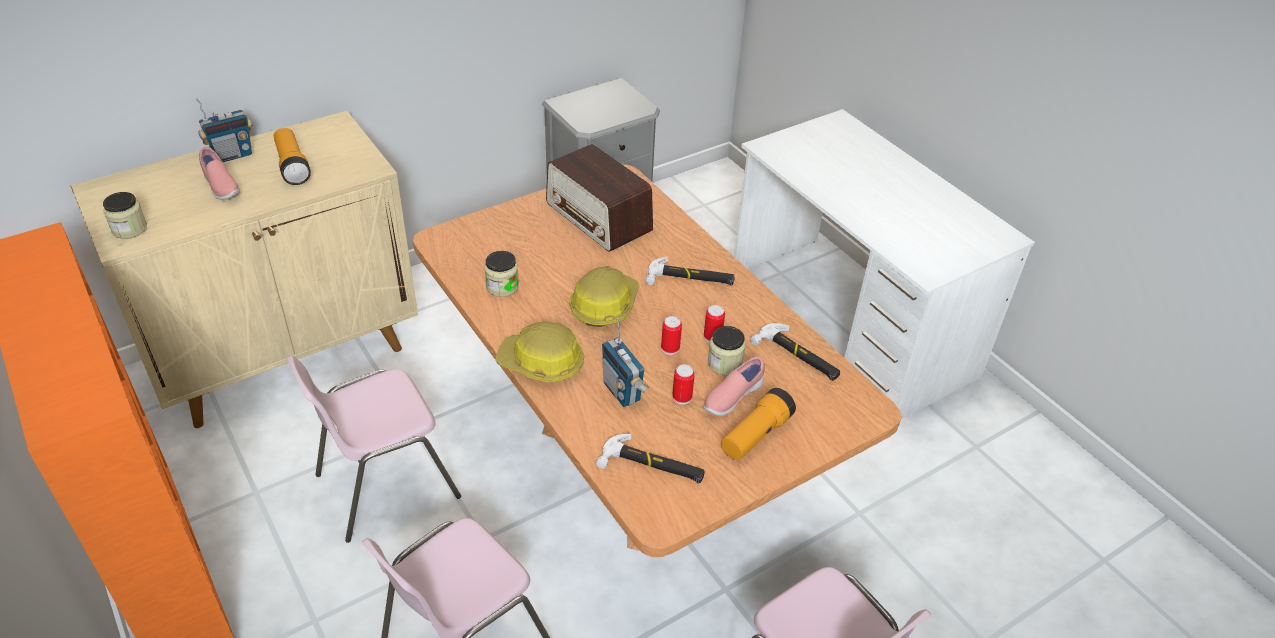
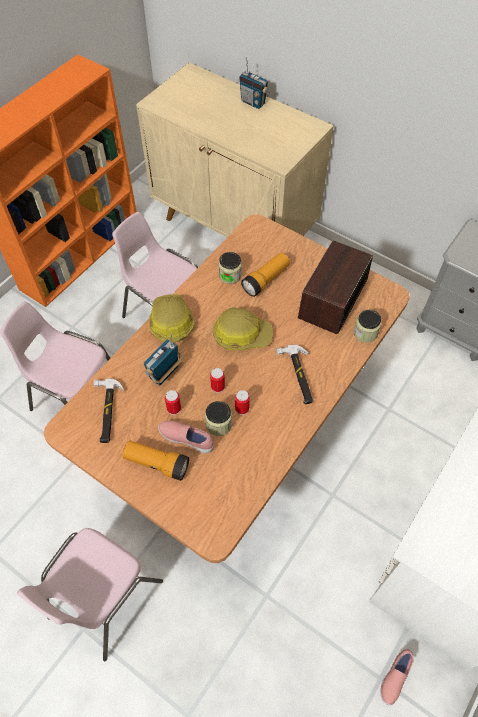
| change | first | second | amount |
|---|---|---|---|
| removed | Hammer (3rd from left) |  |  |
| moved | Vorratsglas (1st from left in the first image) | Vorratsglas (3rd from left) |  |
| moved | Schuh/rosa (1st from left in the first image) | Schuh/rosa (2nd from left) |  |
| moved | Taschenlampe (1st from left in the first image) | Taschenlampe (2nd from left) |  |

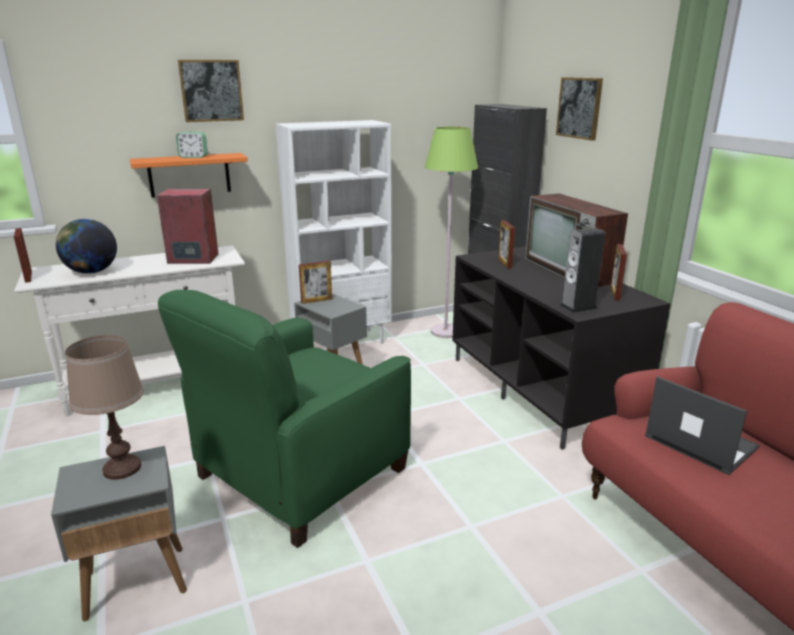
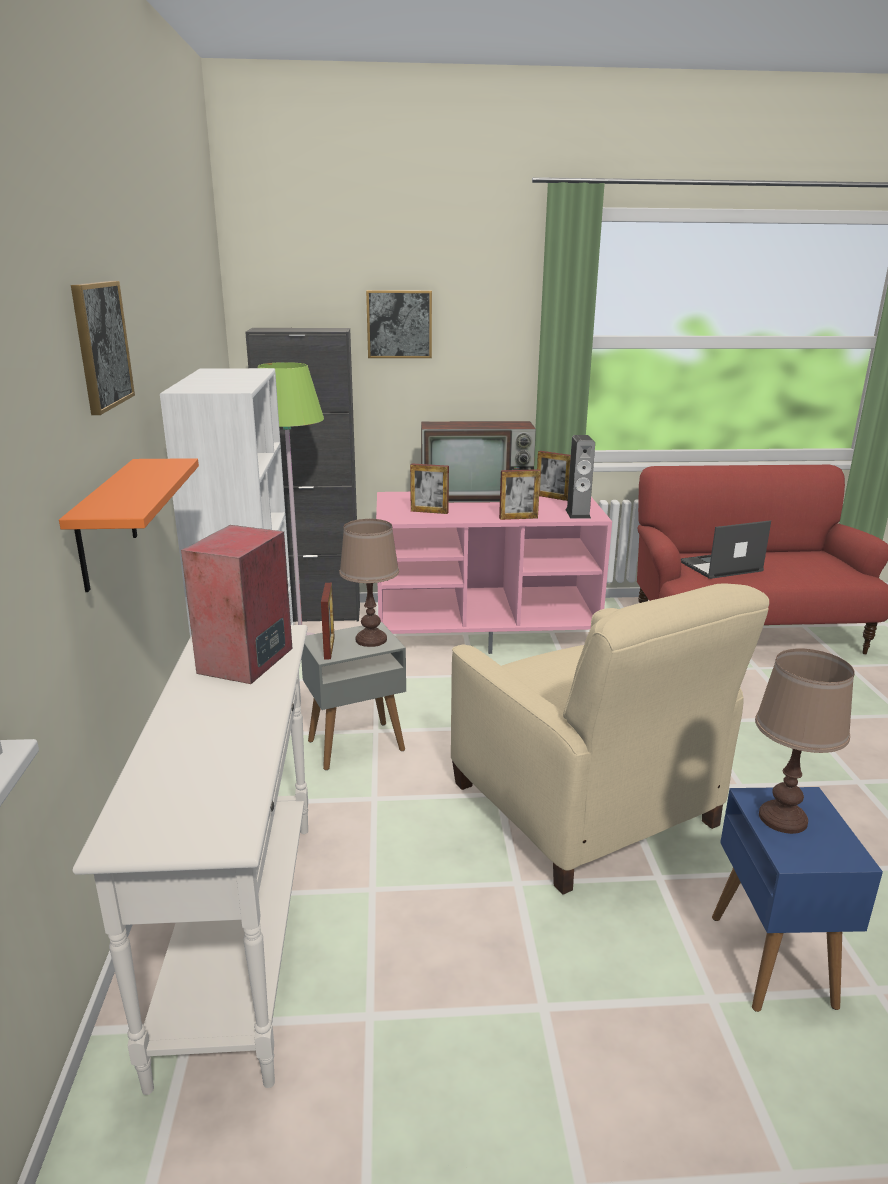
| change | first | second | amount |
|---|---|---|---|
| removed | Globus |  |  |
| removed | Wecker |  |  |
| added |  | Tischlampe/braun (1st from left) |  |
| moved | Bilderrahmen (1st from left in the first image) | Bilderrahmen (3rd from left) |  |
| recoloured | Beistelltisch/grau (1st from left) | Beistelltisch/blau |  |
| recoloured | Sessel/grün | Sessel/beige |  |
| recoloured | Fernsehschrank/schwarz | Fernsehschrank/rosa |  |

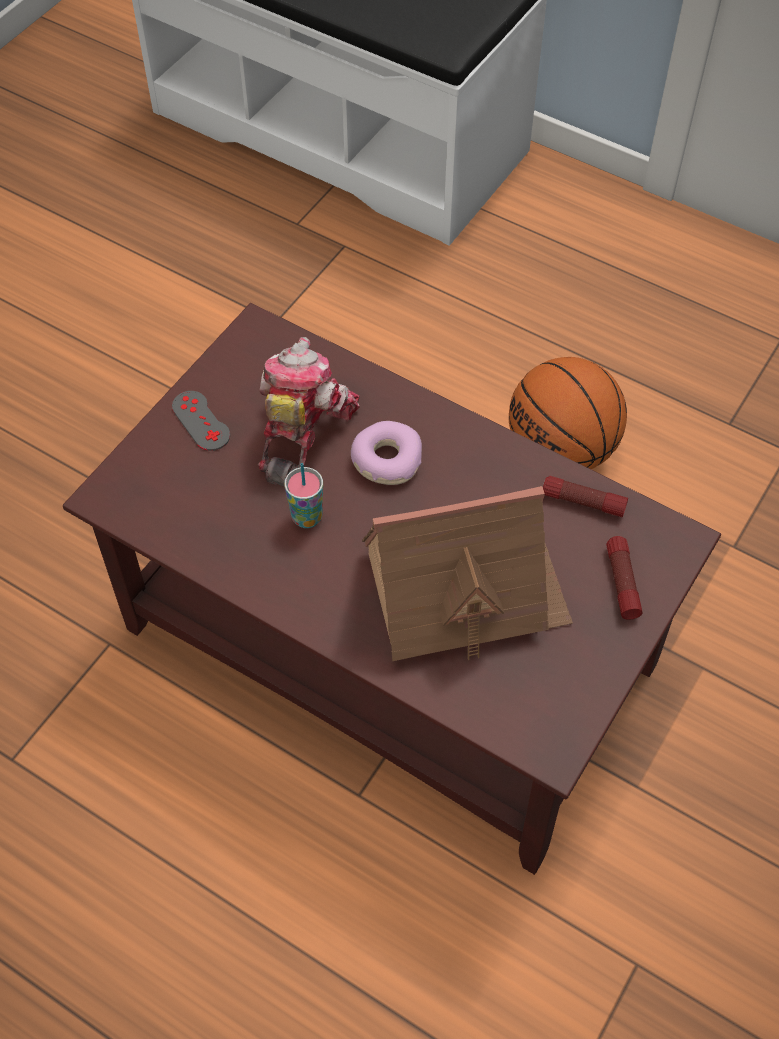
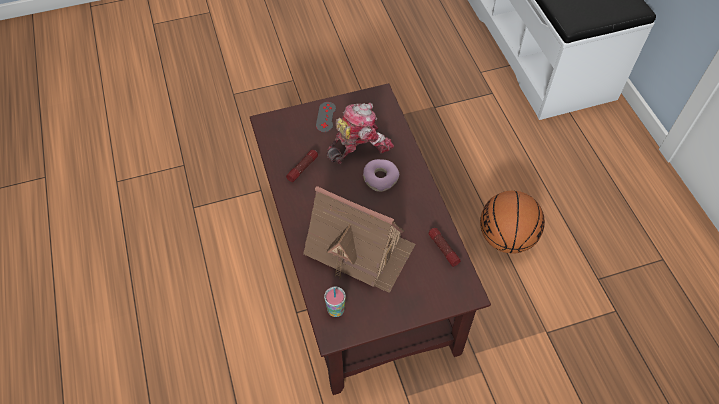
| change | first | second | amount |
|---|---|---|---|
| moved | Tasse |  |  |
| moved | Taschenlampe (2nd from left in the first image) | Taschenlampe (1st from left) |  |

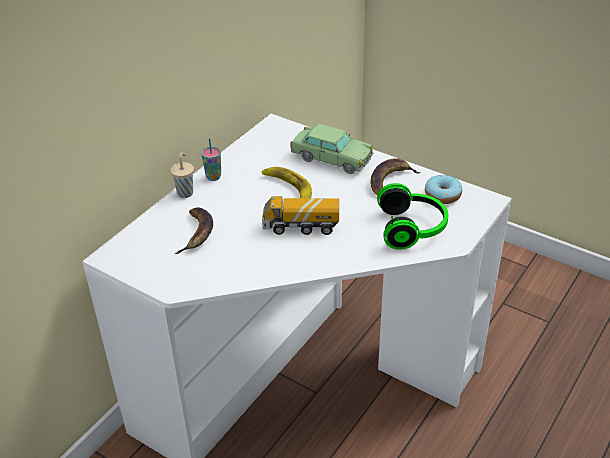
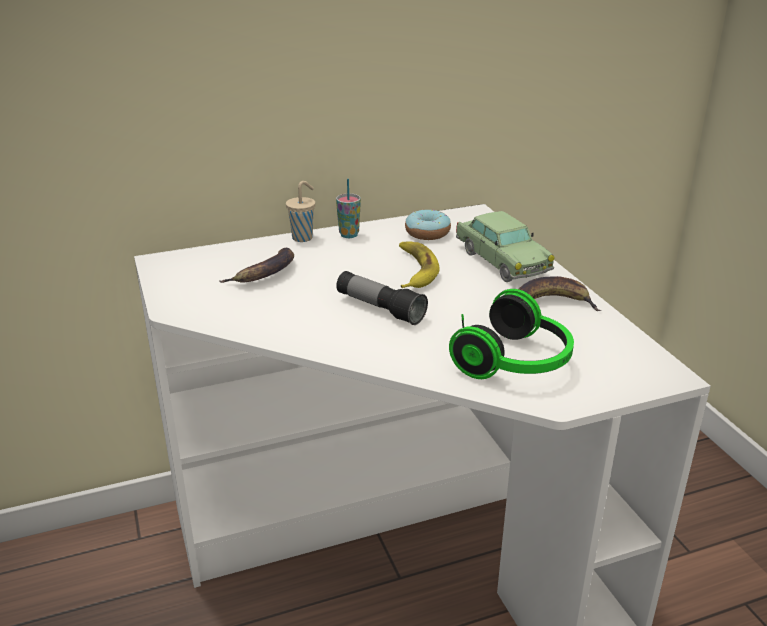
| change | first | second | amount |
|---|---|---|---|
| moved | Donut |  |  |
| replaced | Spielzeuglaster | Taschenlampe |  |

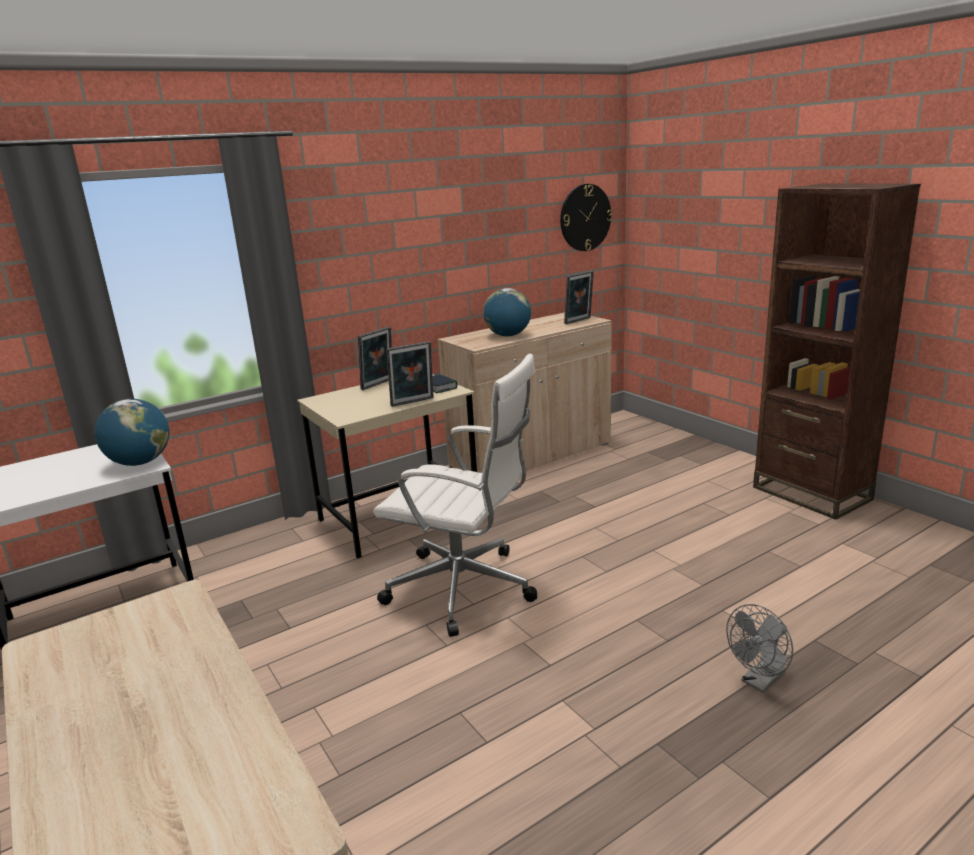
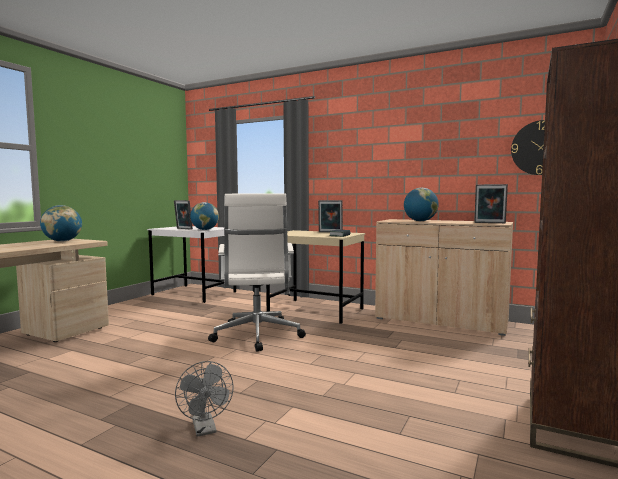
| change | first | second | amount |
|---|---|---|---|
| added |  | Globus (1st from left) |  |
| moved | Bilderrahmen (2nd from left in the first image) | Bilderrahmen (1st from left) |  |
| turned | Ventilator/grau |  | 135 degrees counterclockwise |

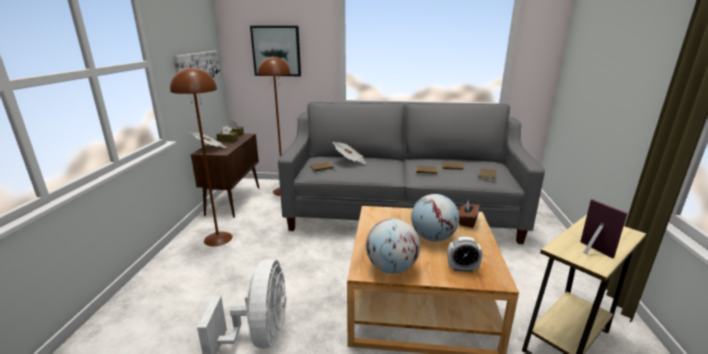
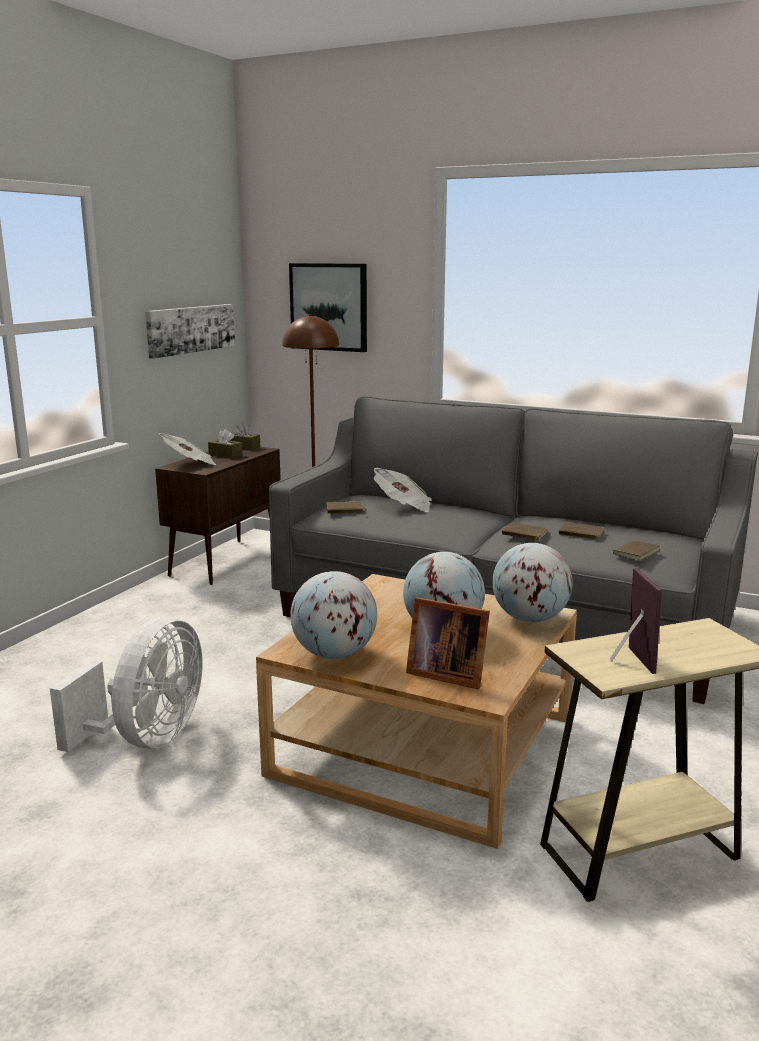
| change | first | second | amount |
|---|---|---|---|
| removed | Stehlampe/braun (1st from left) |  |  |
| replaced | Wecker | Bilderrahmen (1st from left) |  |
| replaced | Taschentuchbox/braun (3rd from left) | Globus (3rd from left) |  |

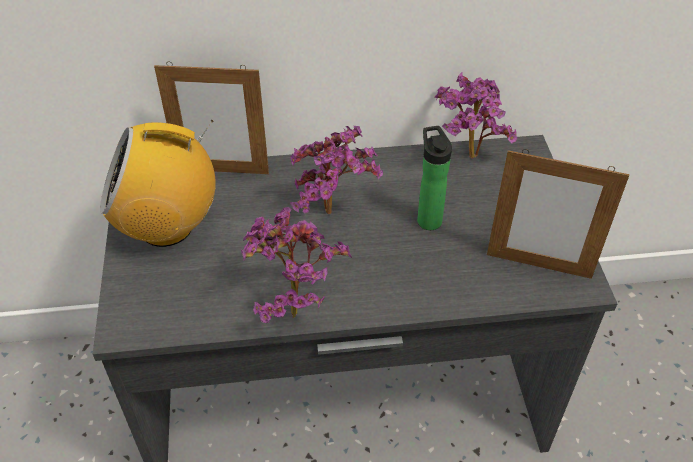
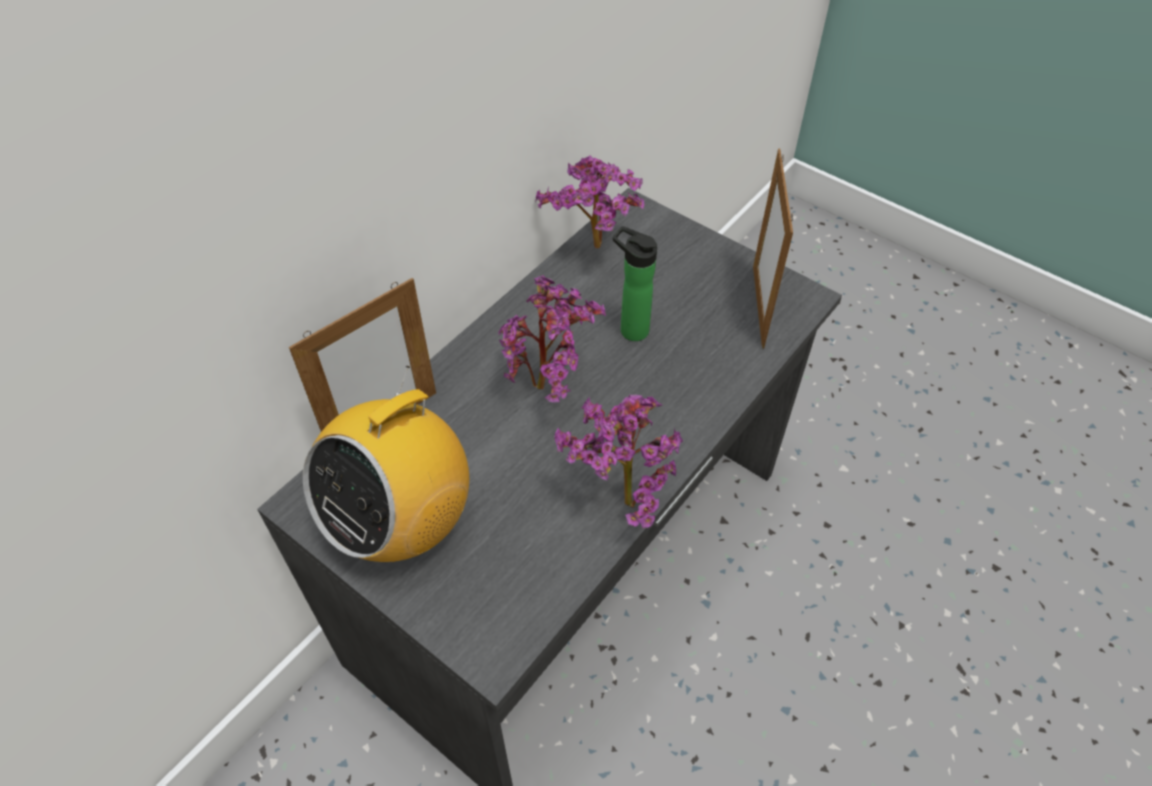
| change | first | second | amount |
|---|---|---|---|
| turned | Bilderrahmen (2nd from left) |  | 120 degrees clockwise |

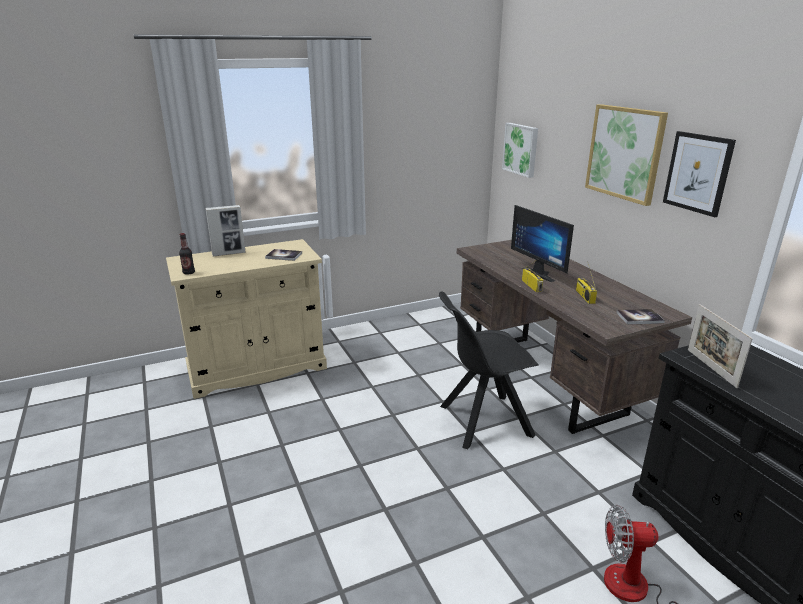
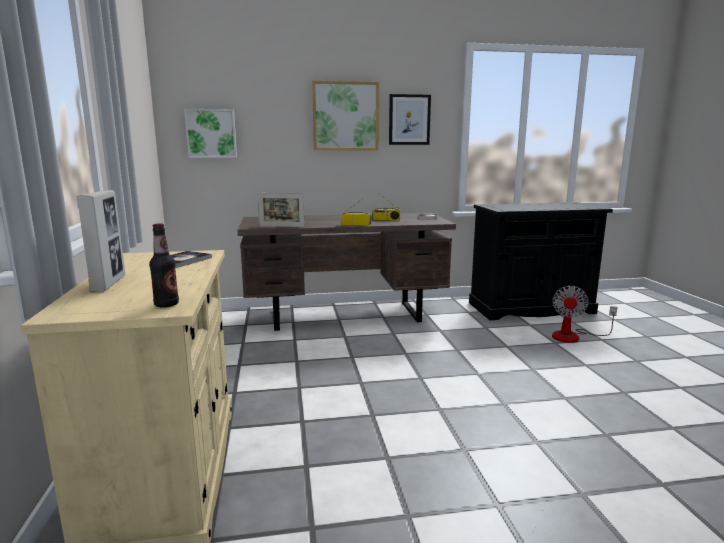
| change | first | second | amount |
|---|---|---|---|
| removed | Stuhl/schwarz |  |  |
| removed | Monitor |  |  |
| moved | Bilderrahmen (2nd from left) |  |  |

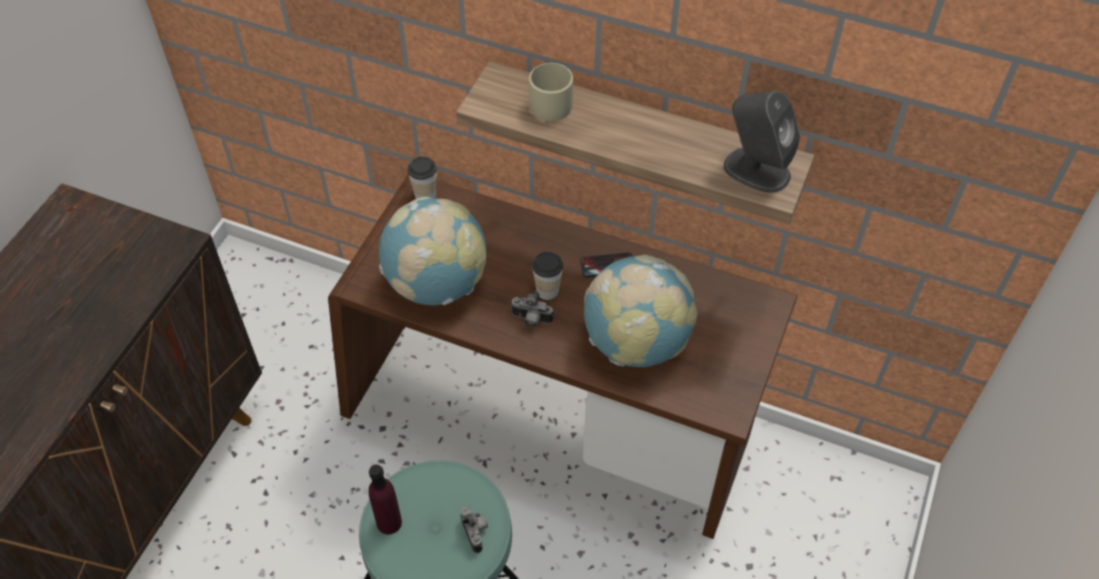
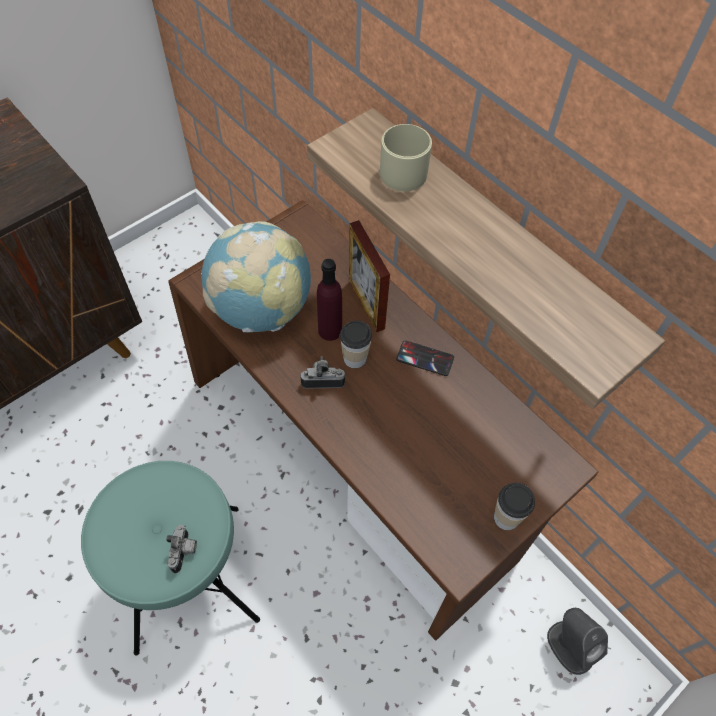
| change | first | second | amount |
|---|---|---|---|
| removed | Globus (2nd from left) |  |  |
| added |  | Bilderrahmen |  |
| moved | Flasche/lila |  |  |
| moved | Tasse (1st from left in the first image) | Tasse (2nd from left) |  |
| moved | Lautsprecher/grau |  |  |
| turned | Kamera (2nd from left) |  | 135 degrees clockwise |

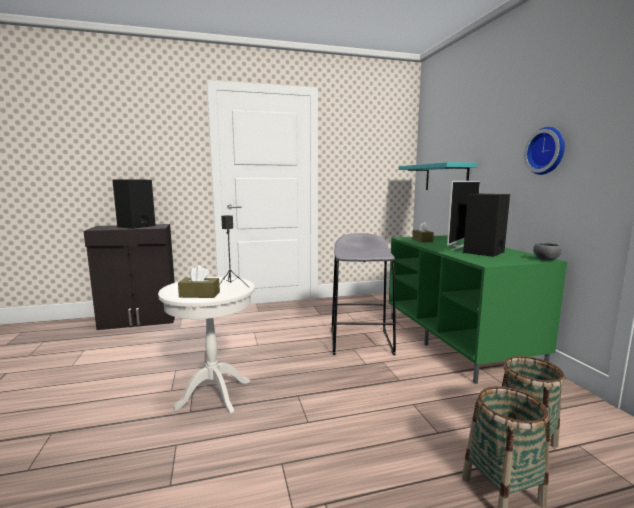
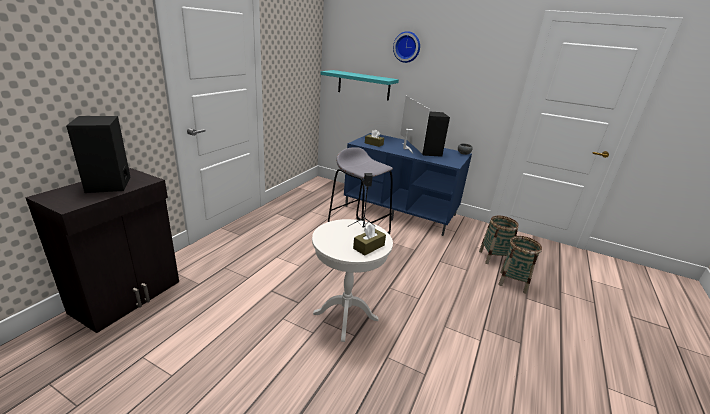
| change | first | second | amount |
|---|---|---|---|
| moved | Wanduhr |  |  |
| recoloured | Fernsehschrank/grün | Fernsehschrank/blau |  |

